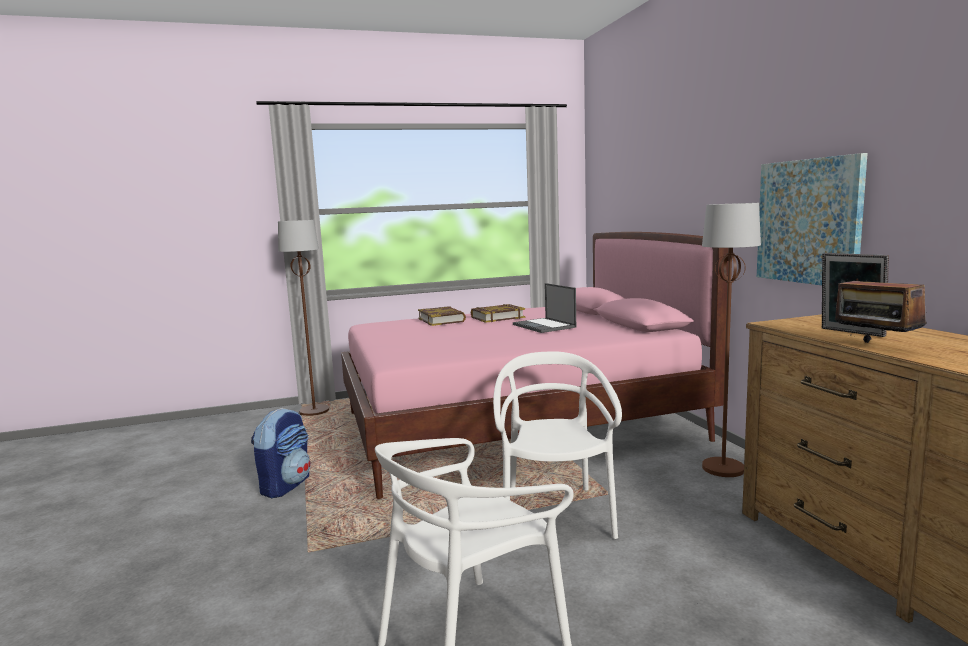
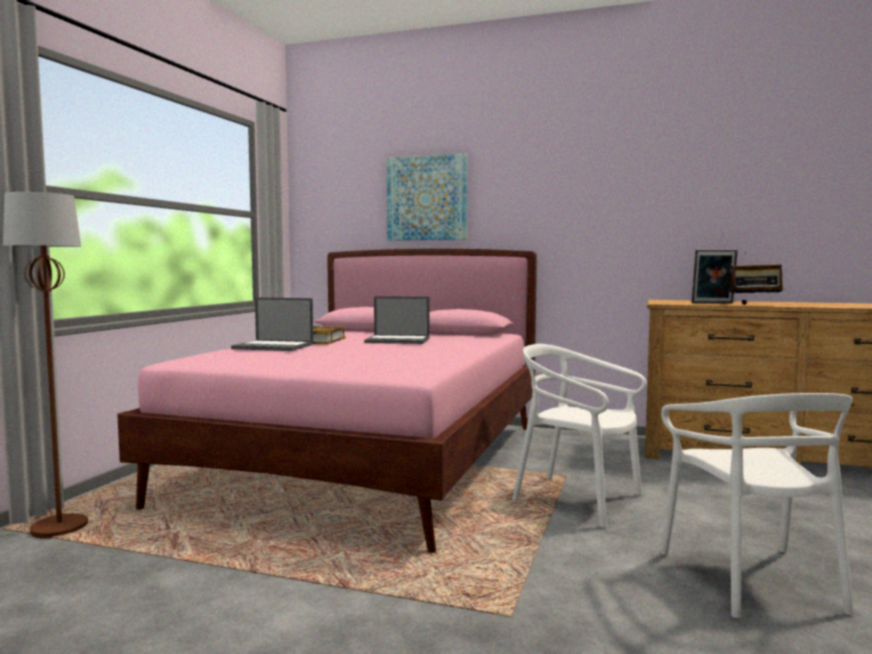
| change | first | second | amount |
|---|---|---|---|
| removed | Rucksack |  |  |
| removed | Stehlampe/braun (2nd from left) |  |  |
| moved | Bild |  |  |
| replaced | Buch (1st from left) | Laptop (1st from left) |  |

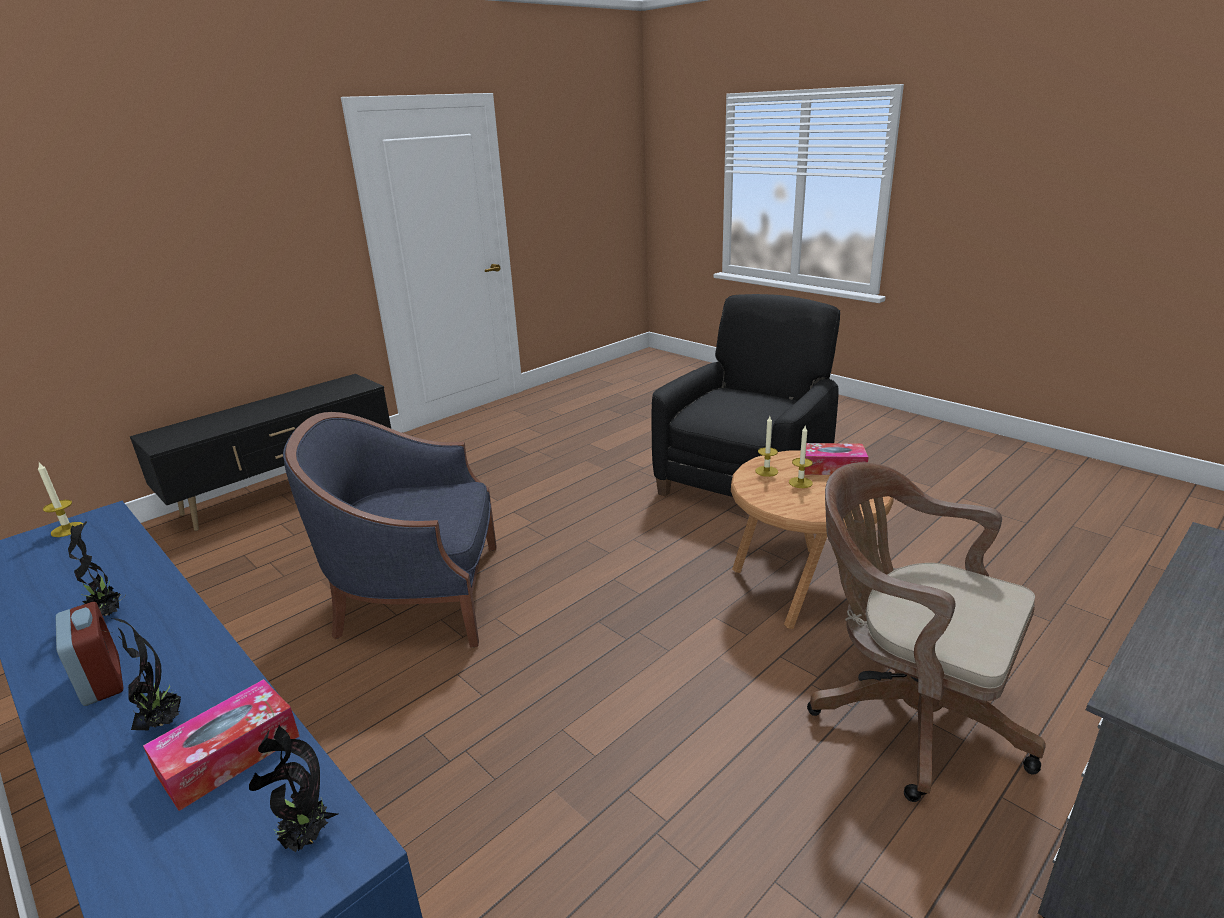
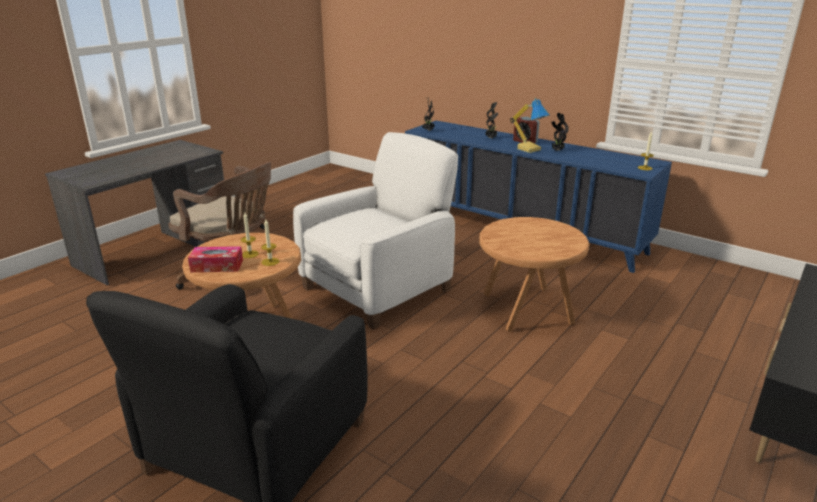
| change | first | second | amount |
|---|---|---|---|
| removed | Taschentuchbox (1st from left) |  |  |
| added |  | Sessel/weiß |  |
| added |  | Tischlampe |  |
| replaced | Sessel/blau | Beistelltisch/braun (2nd from left) |  |

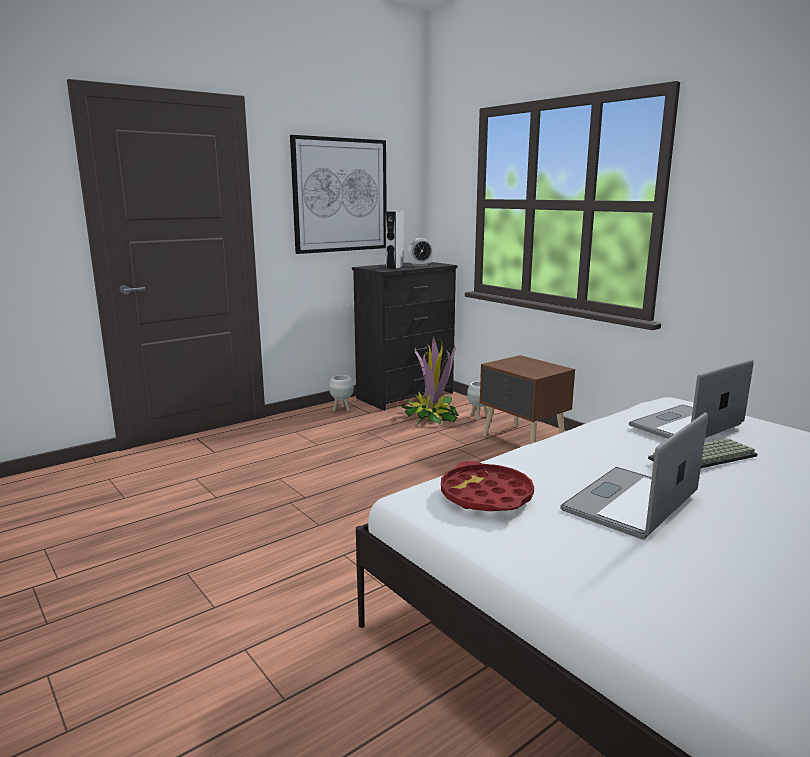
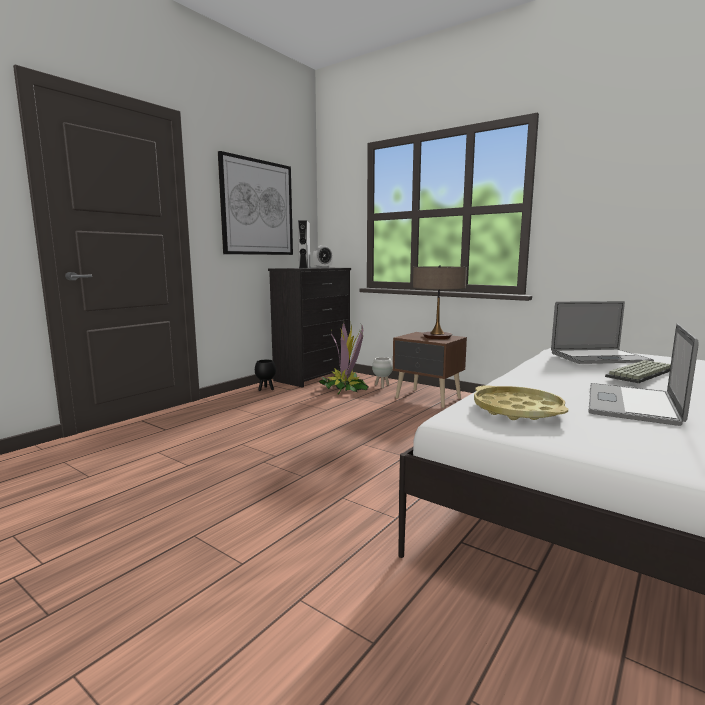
| change | first | second | amount |
|---|---|---|---|
| added |  | Tischlampe |  |
| recoloured | Pflanzkübel/weiß (1st from left) | Pflanzkübel/schwarz |  |
| recoloured | Tablett/rot | Tablett/gelb |  |
| turned | Laptop (2nd from left in the first image) | Laptop (1st from left) | 135 degrees counterclockwise |

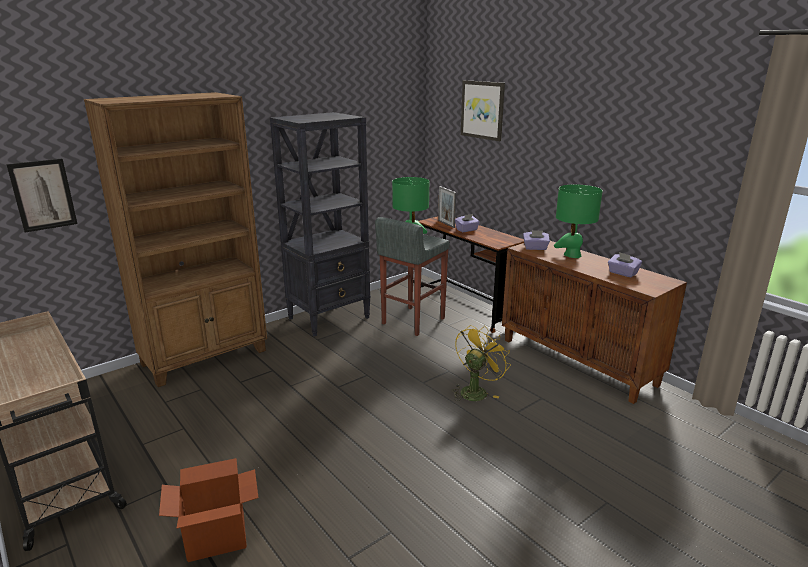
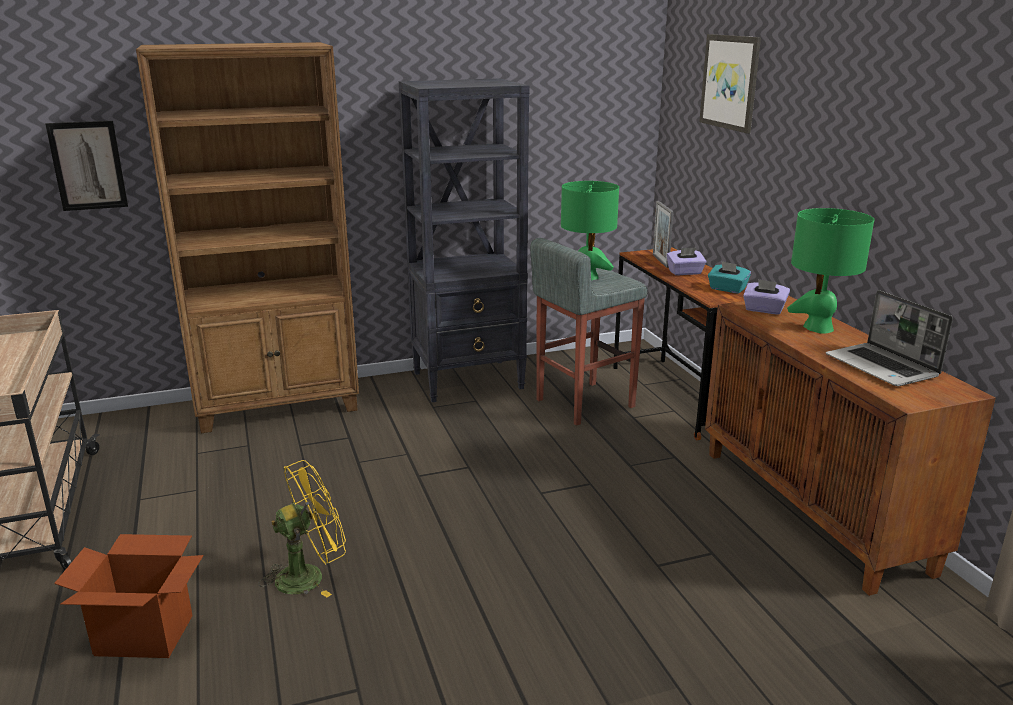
| change | first | second | amount |
|---|---|---|---|
| added |  | Taschentuchbox/türkis |  |
| moved | Ventilator/gelb |  |  |
| replaced | Taschentuchbox/lila (3rd from left) | Laptop |  |

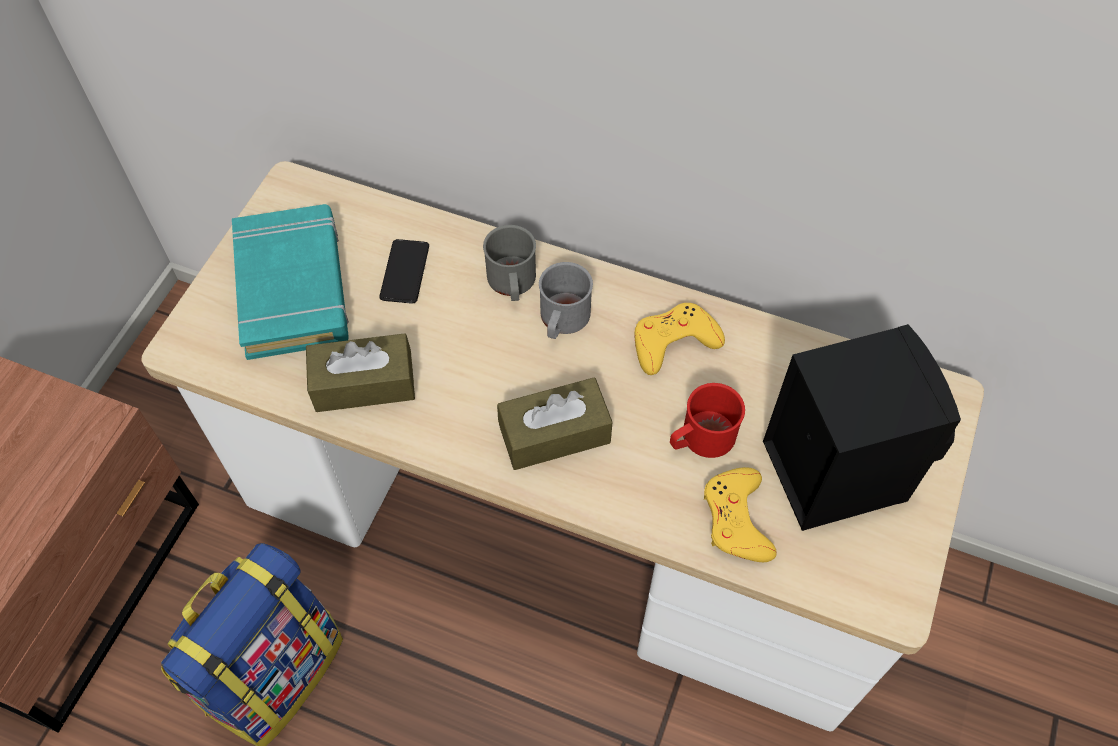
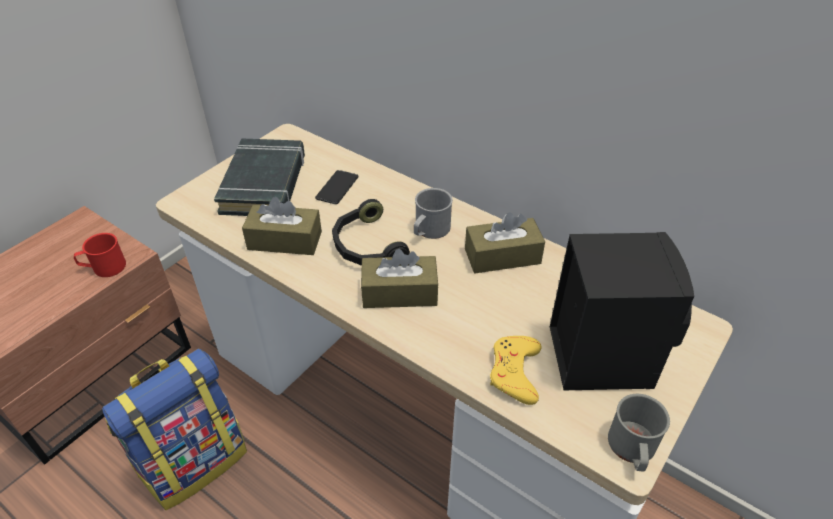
| change | first | second | amount |
|---|---|---|---|
| added |  | Kopfhörer/schwarz |  |
| moved | Henkelbecher/grau (1st from left in the first image) | Henkelbecher/grau (2nd from left) |  |
| moved | Henkelbecher/rot |  |  |
| replaced | Gamepad/gelb (1st from left) | Taschentuchbox/braun (3rd from left) |  |
| recoloured | Buch/türkis | Buch/schwarz |  |

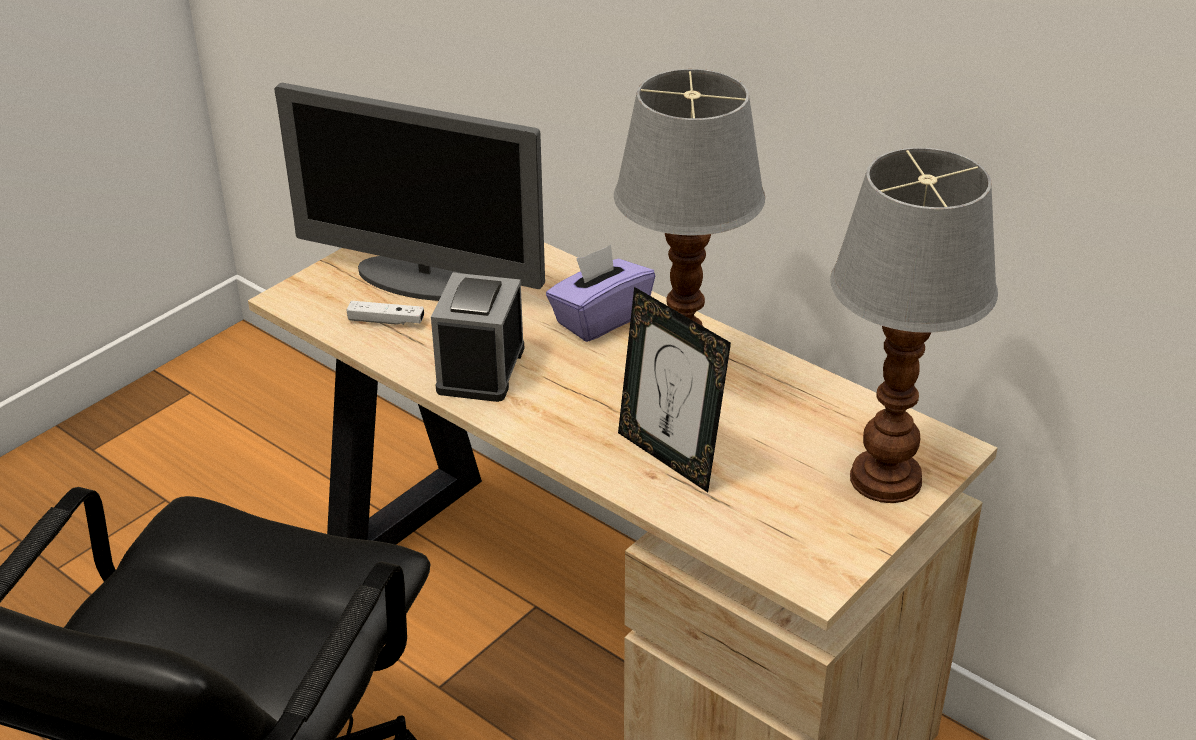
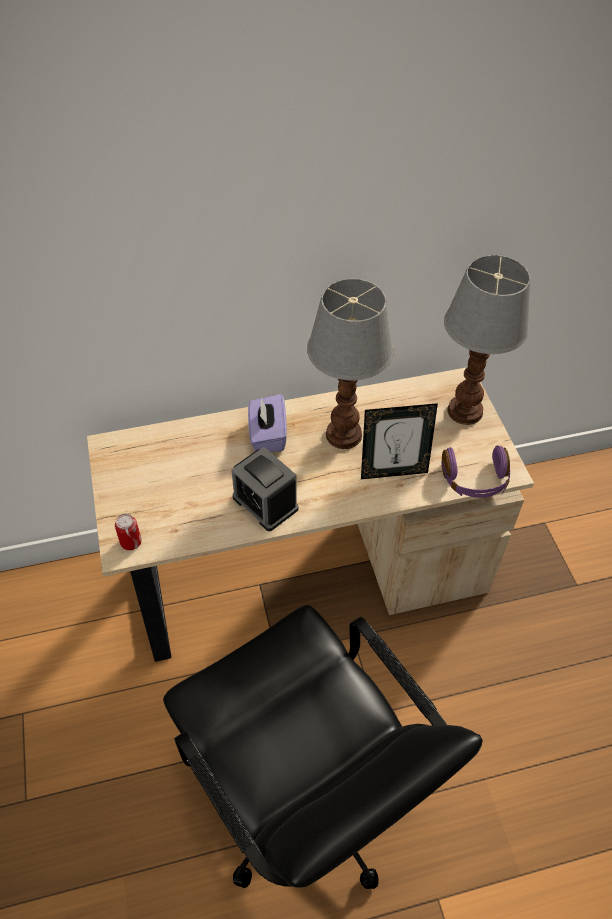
| change | first | second | amount |
|---|---|---|---|
| removed | Monitor |  |  |
| removed | Gamepad/weiß |  |  |
| added |  | Dose |  |
| added |  | Kopfhörer/lila |  |

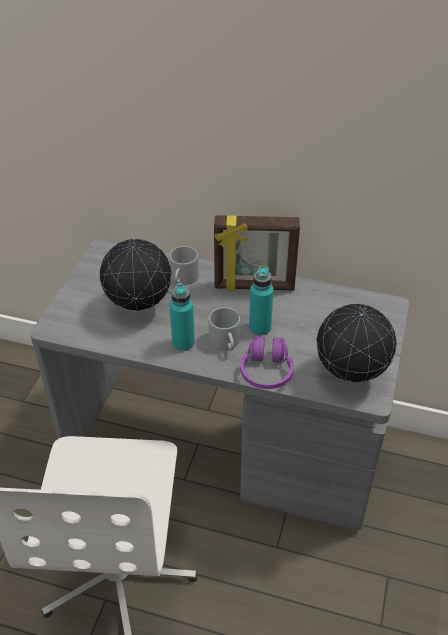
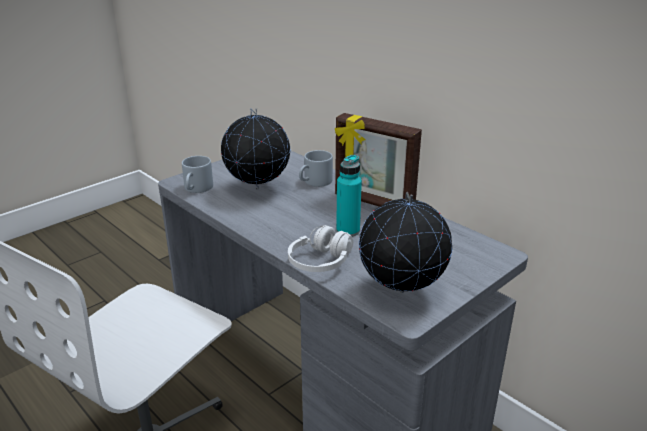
| change | first | second | amount |
|---|---|---|---|
| removed | Flasche/türkis (1st from left) |  |  |
| moved | Henkelbecher/grau (2nd from left in the first image) | Henkelbecher/grau (1st from left) |  |
| recoloured | Kopfhörer/lila | Kopfhörer/weiß |  |

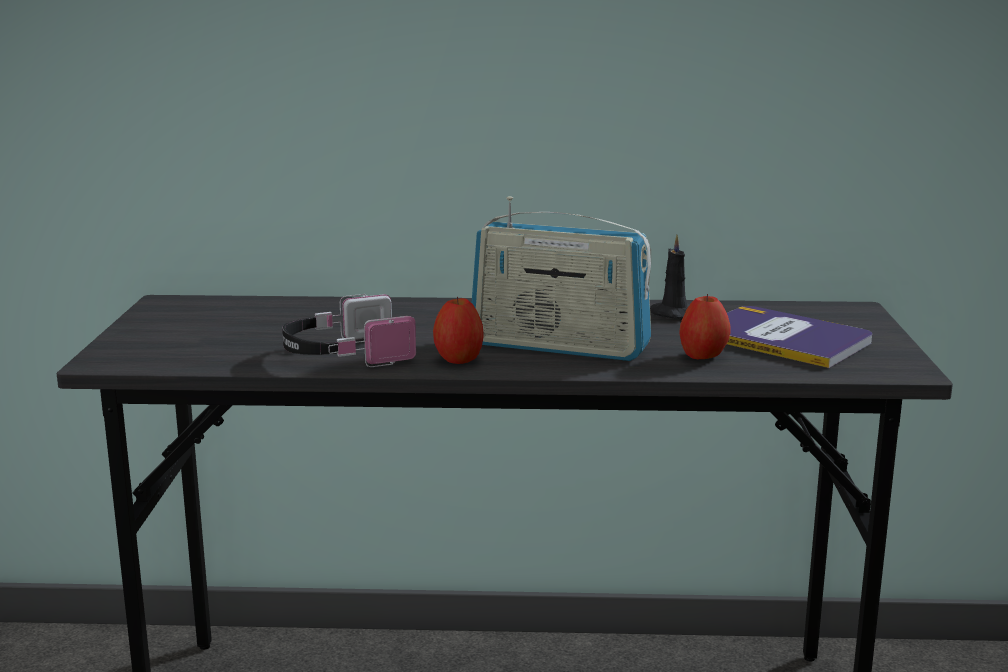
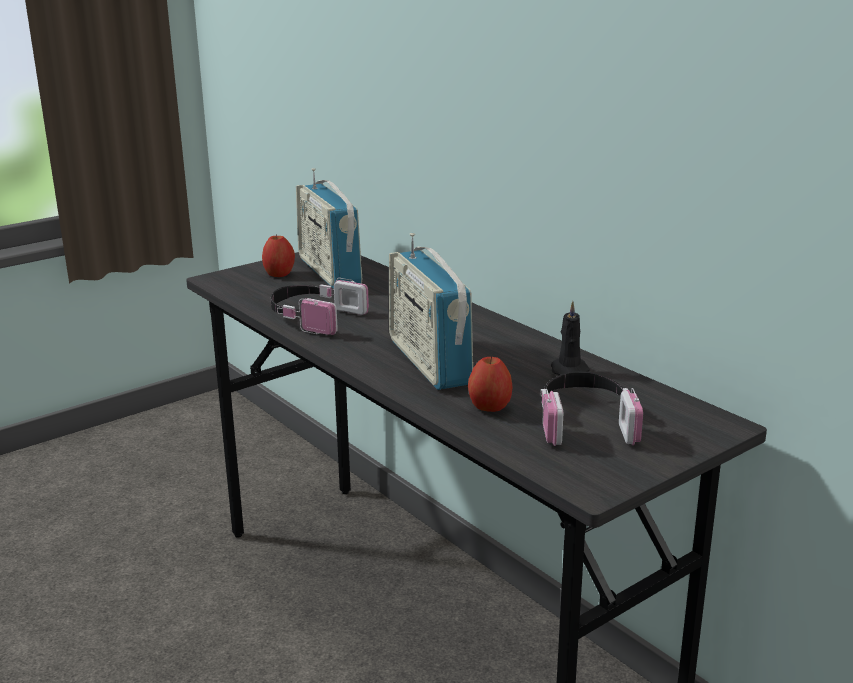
| change | first | second | amount |
|---|---|---|---|
| added |  | Radio (1st from left) |  |
| moved | Apfel (1st from left) |  |  |
| replaced | Buch | Kopfhörer (2nd from left) |  |

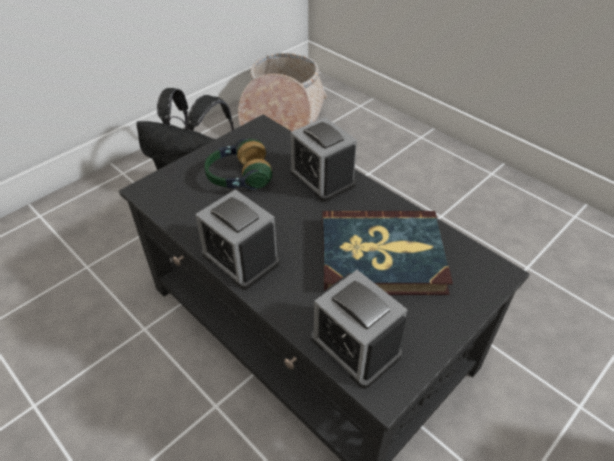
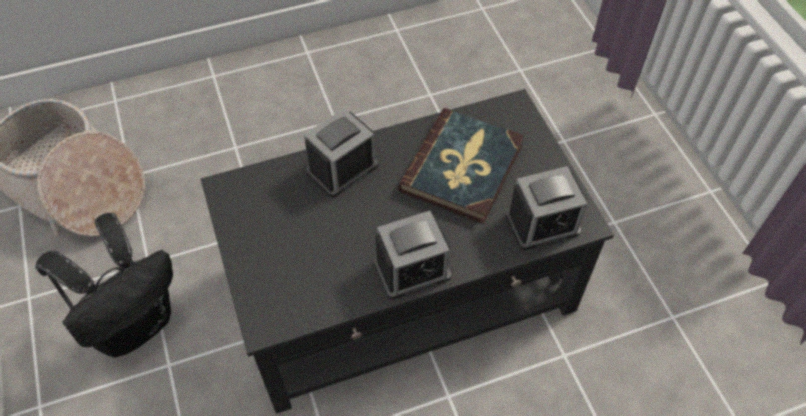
| change | first | second | amount |
|---|---|---|---|
| removed | Kopfhörer |  |  |
| turned | Wecker (2nd from left in the first image) | Wecker (1st from left) | 150 degrees clockwise |

